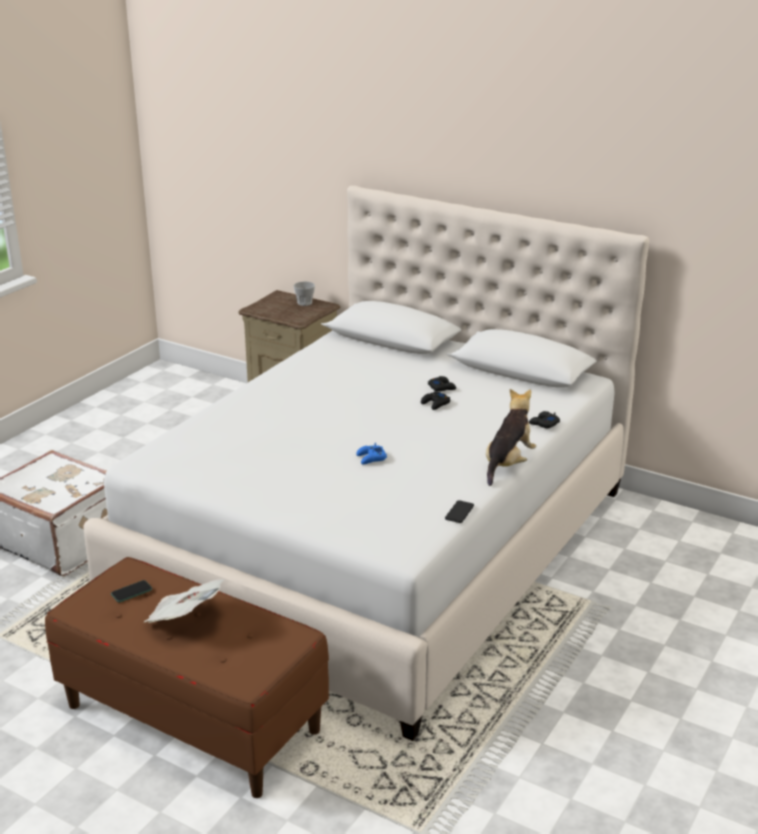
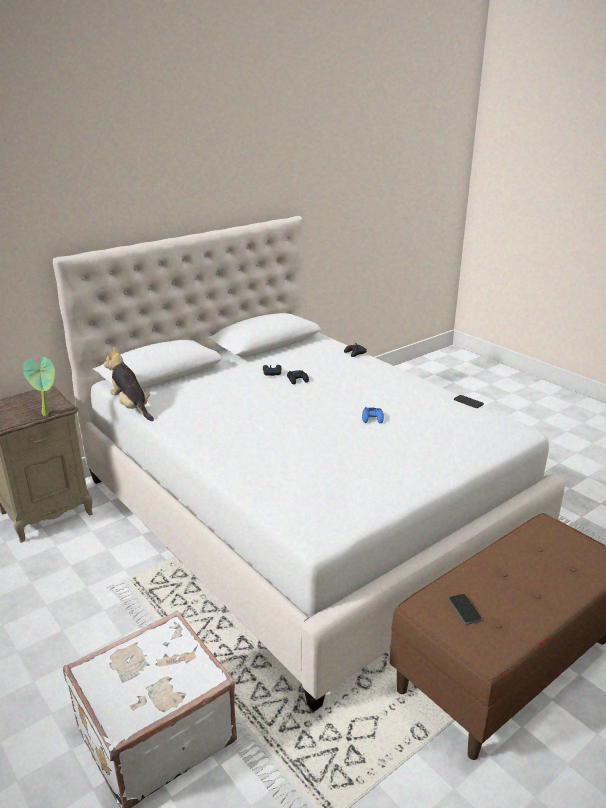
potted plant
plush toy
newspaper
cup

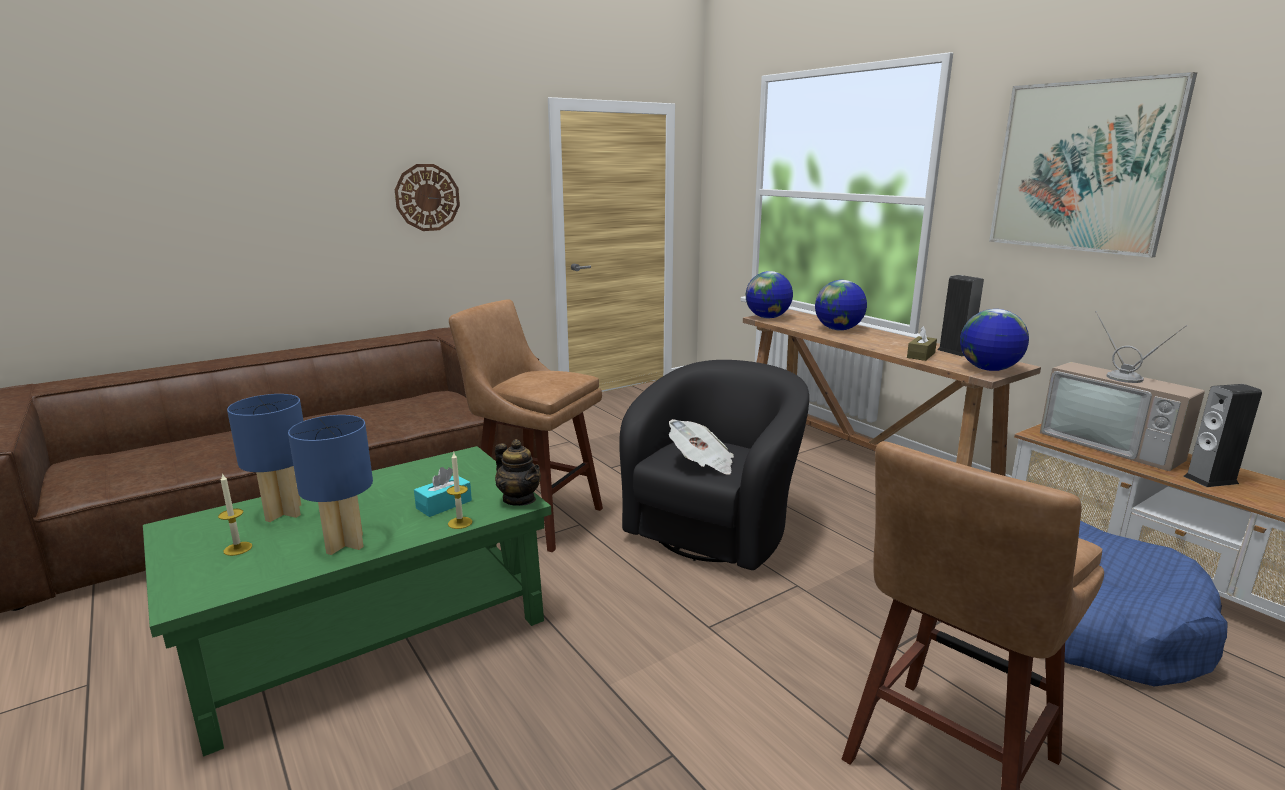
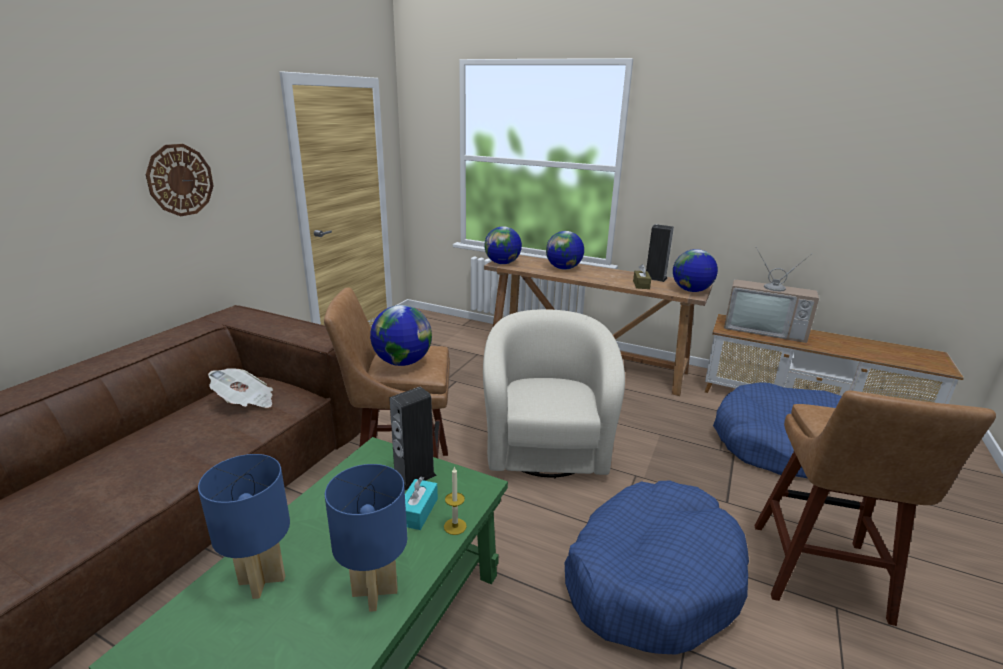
newspaper
globe (1st from left)
speaker (1st from left)
beige armchair
blue dog bed (1st from left)
candle (1st from left in the first image)
teapot
picture

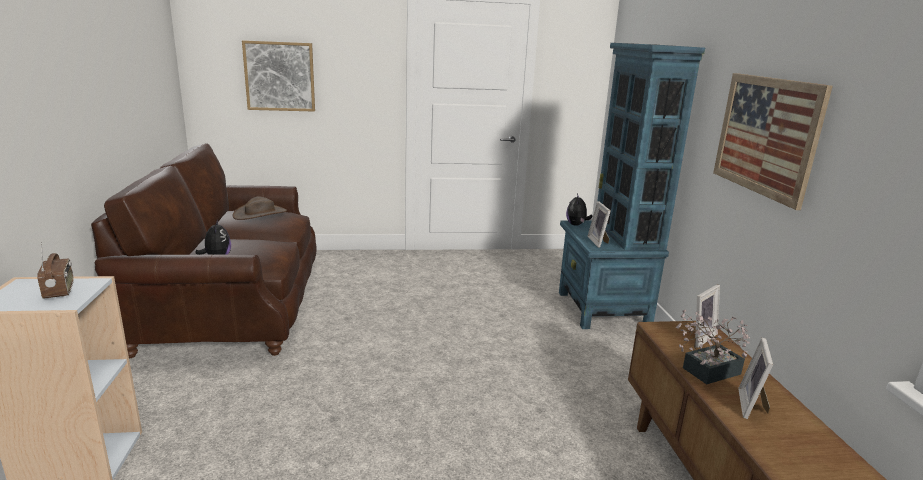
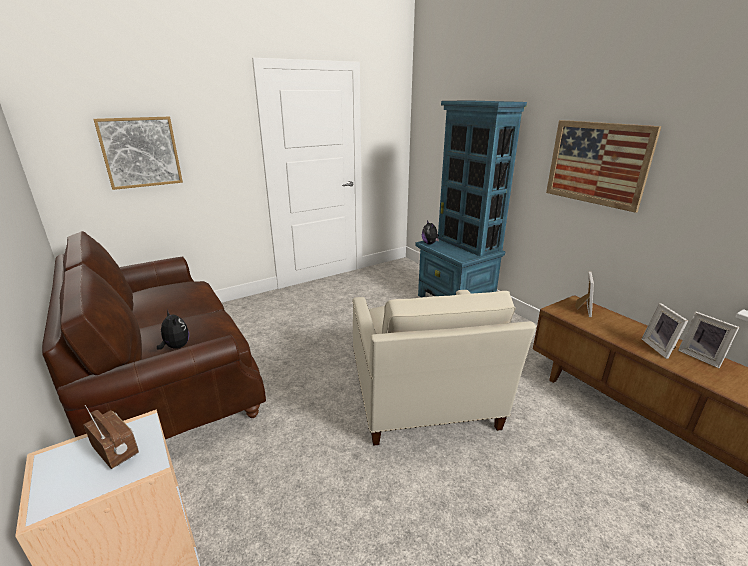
beige armchair
picture frame (3rd from left)
brown hat
potted plant

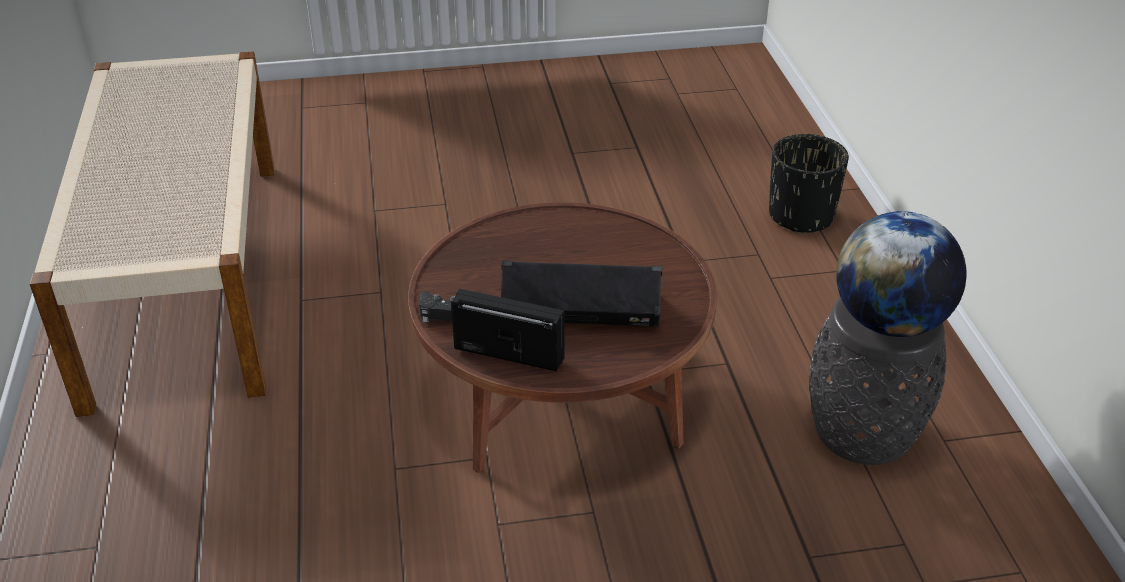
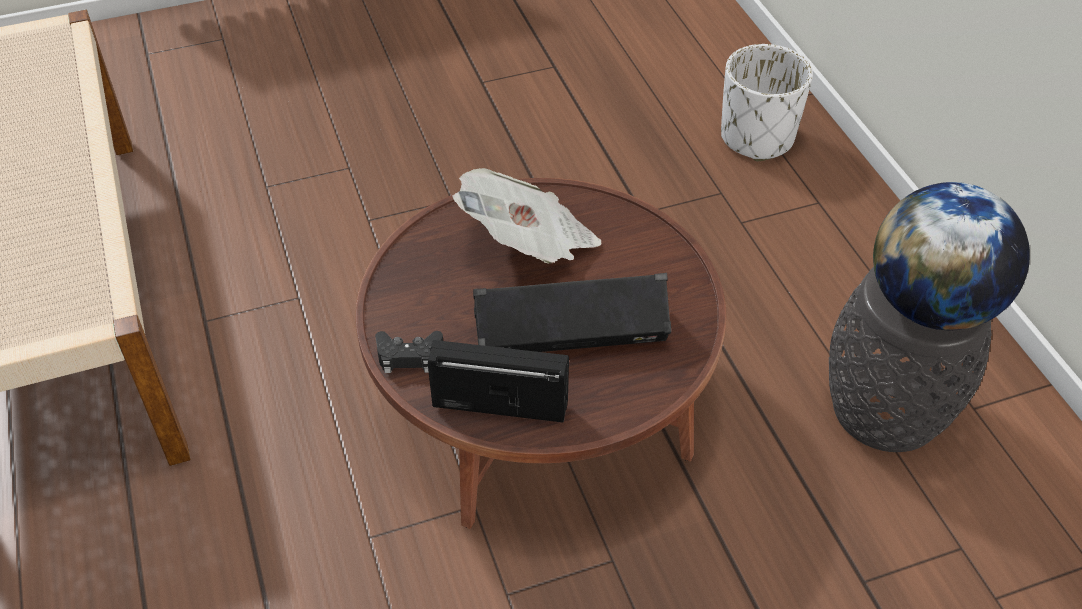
newspaper
white planter

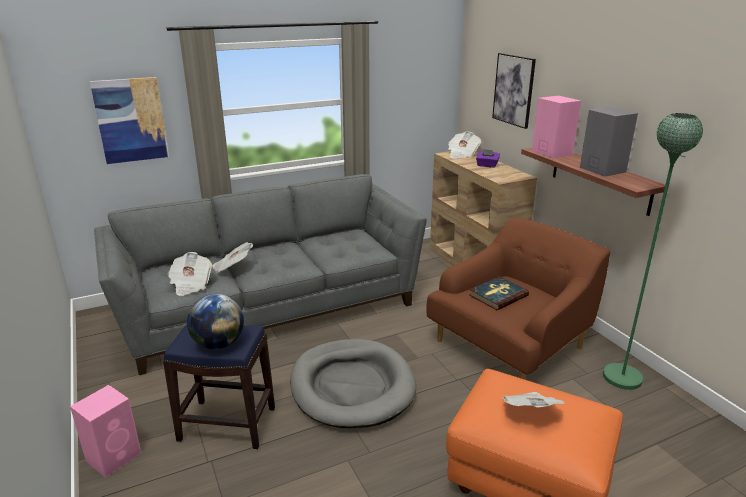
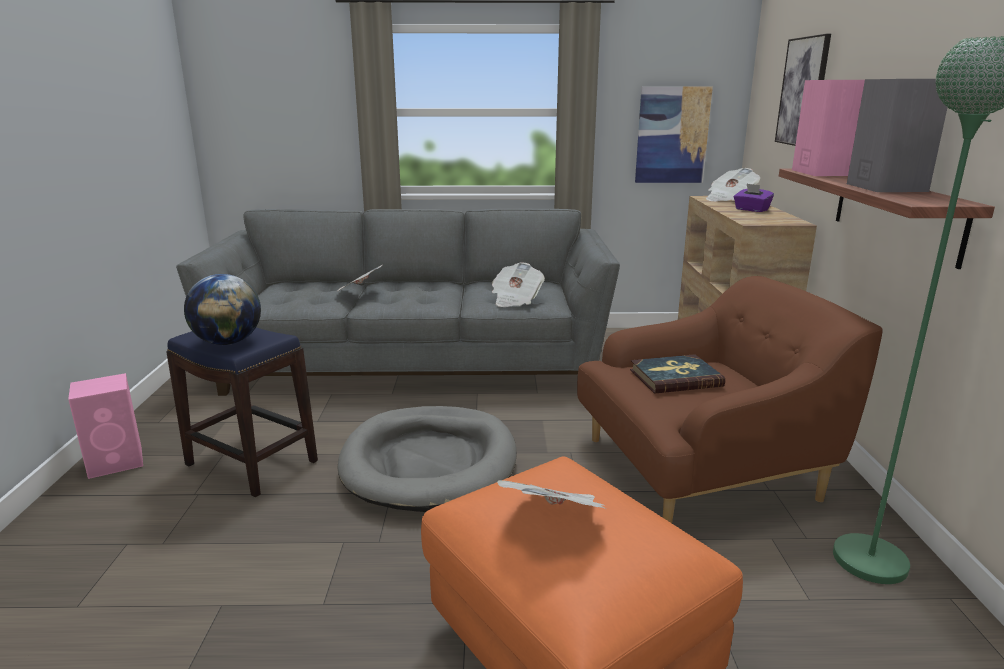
newspaper (2nd from left)
picture (1st from left)

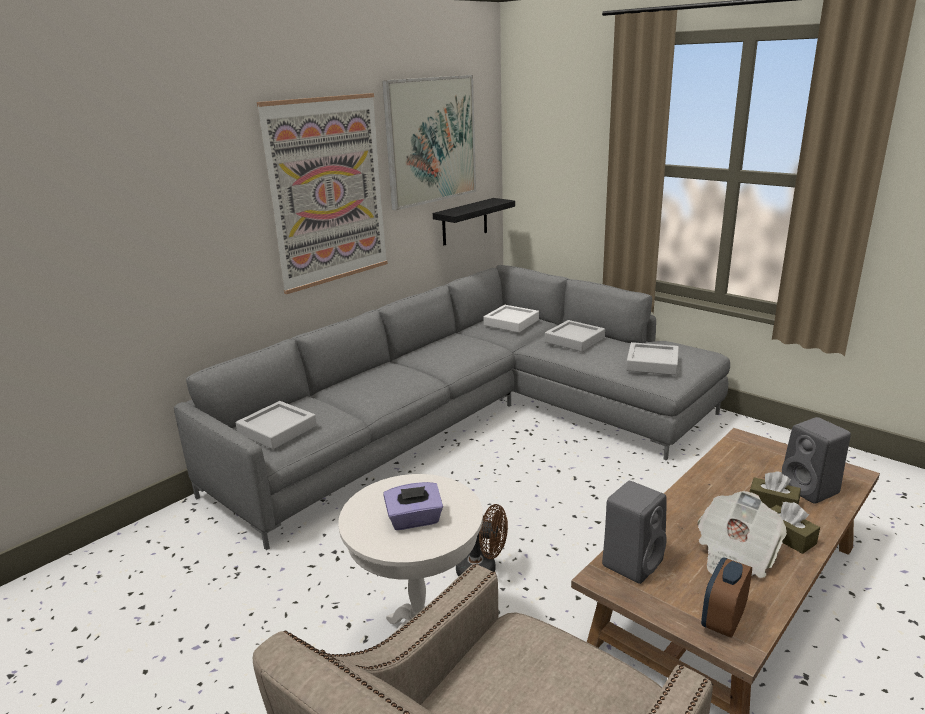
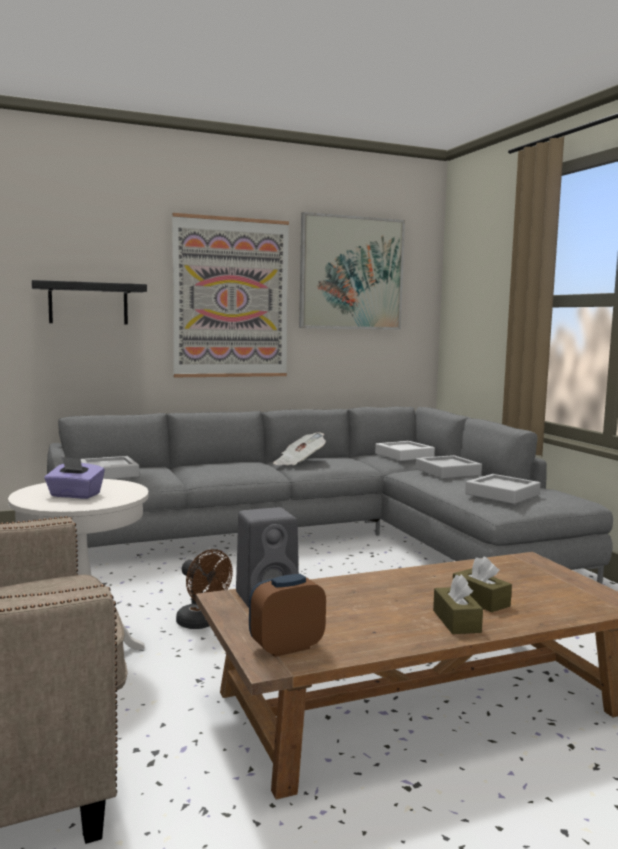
black shelf
newspaper
grey speaker (2nd from left in the first image)

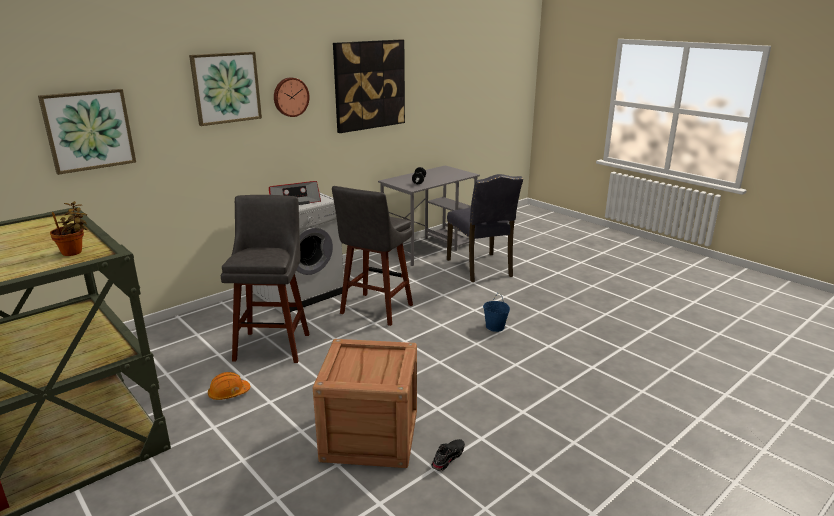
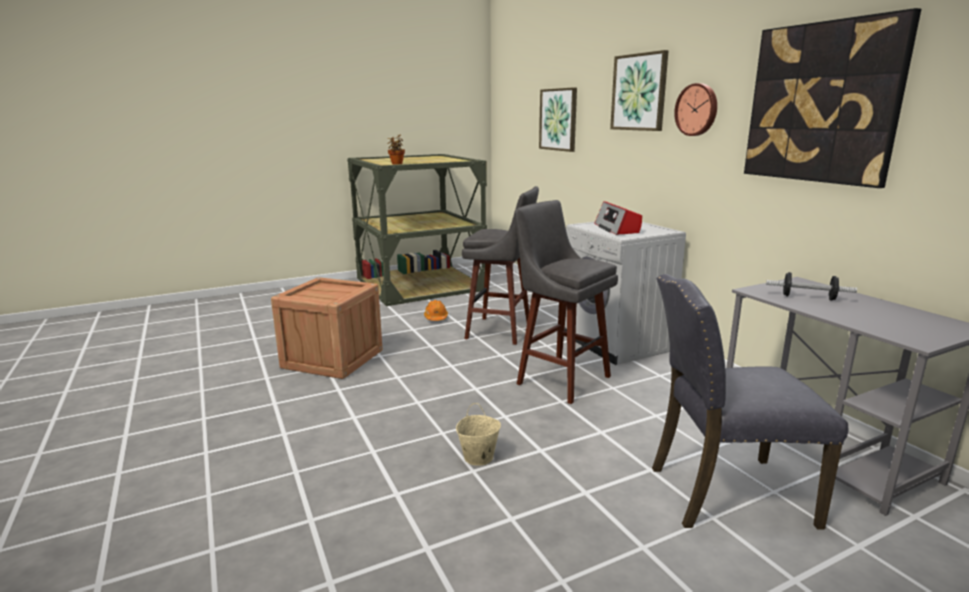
beige bucket
black shoe

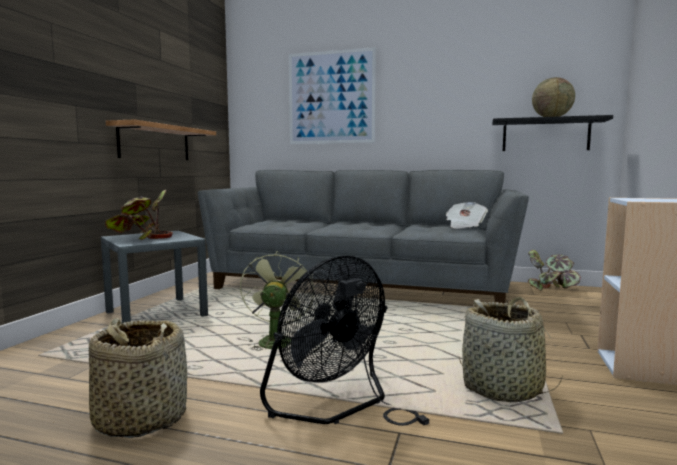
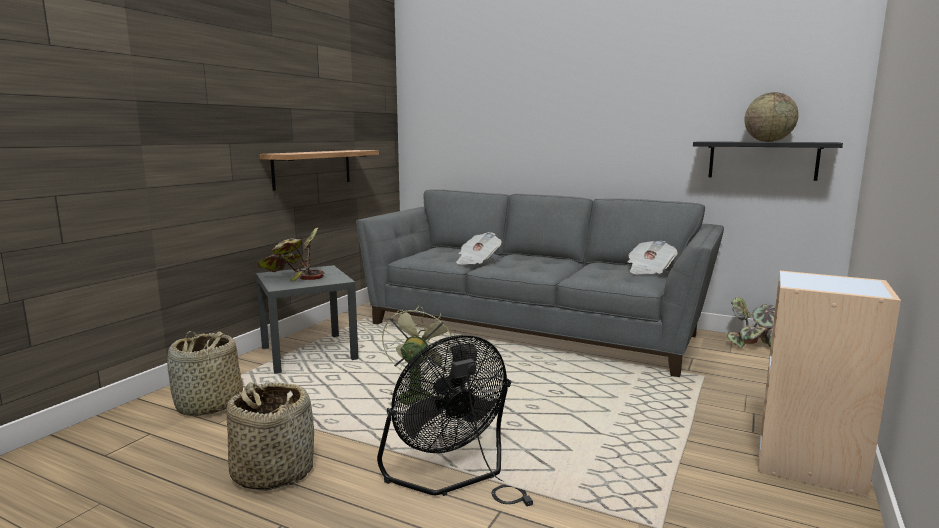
basket (1st from left)
newspaper (1st from left)
picture

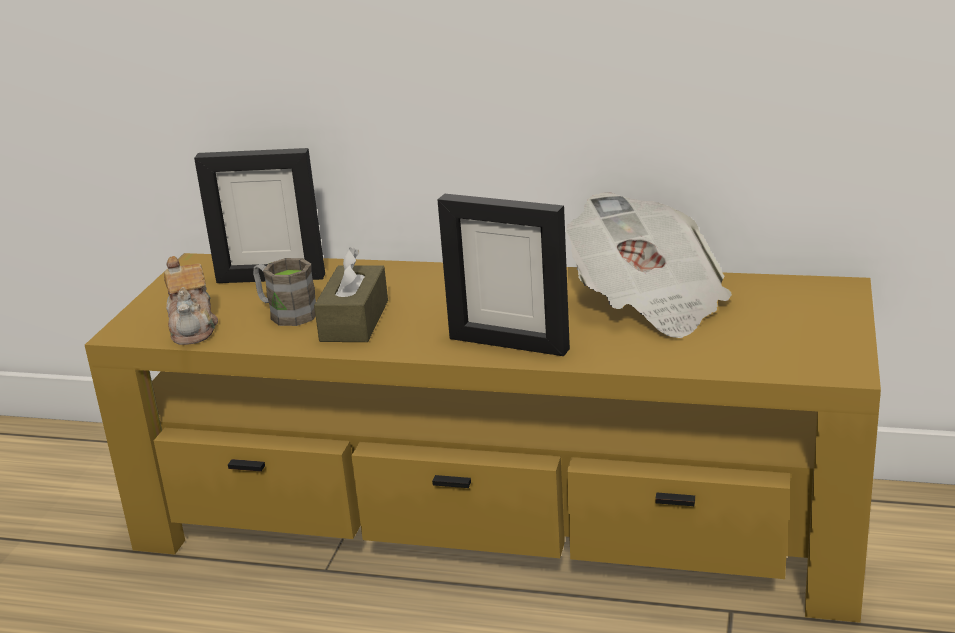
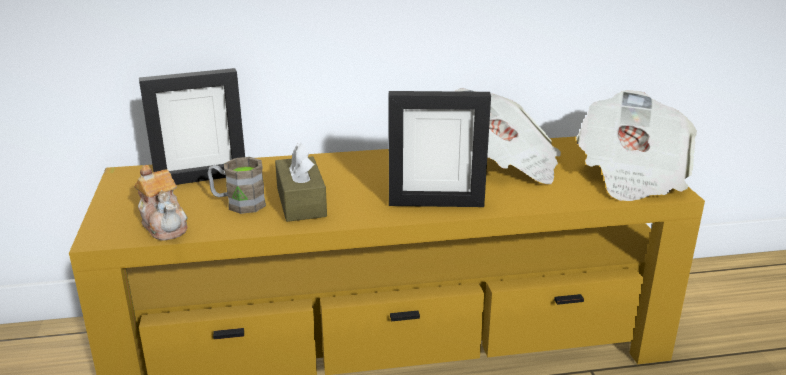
newspaper (2nd from left)

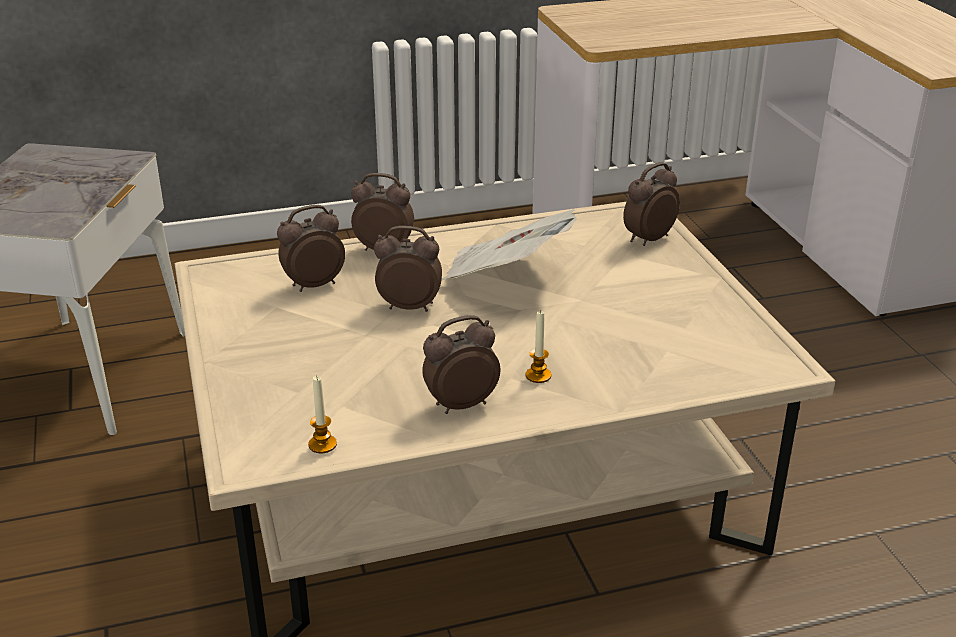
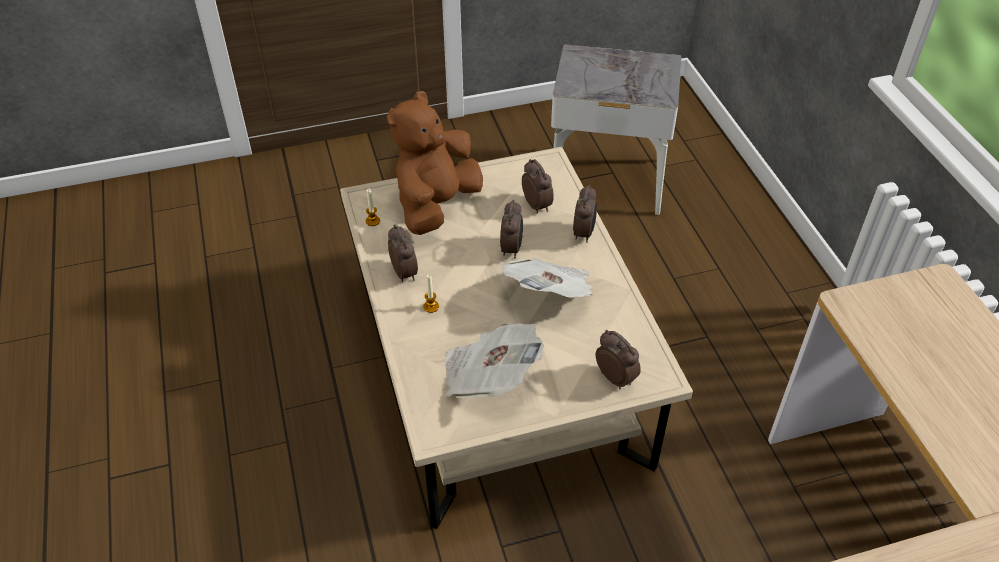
brown plush toy
newspaper (1st from left)

